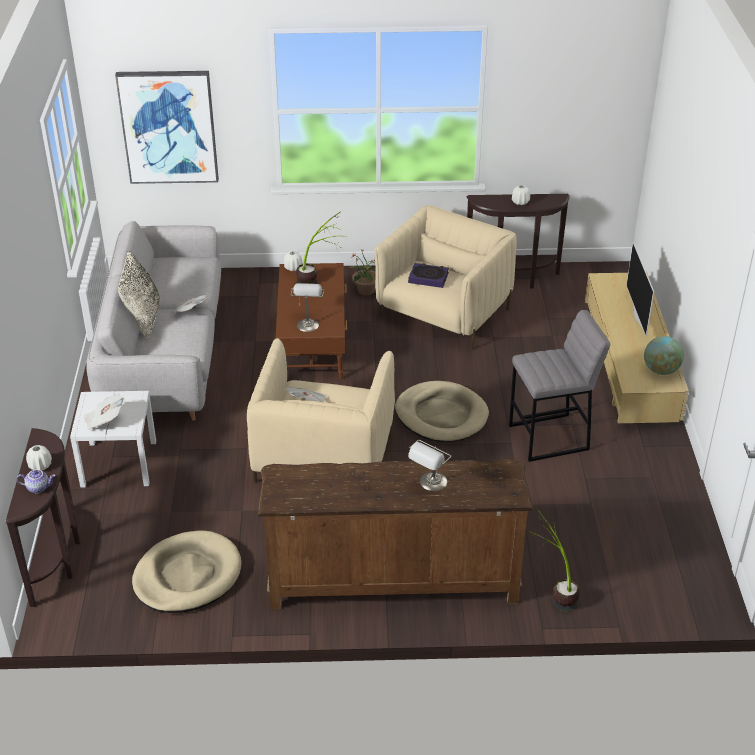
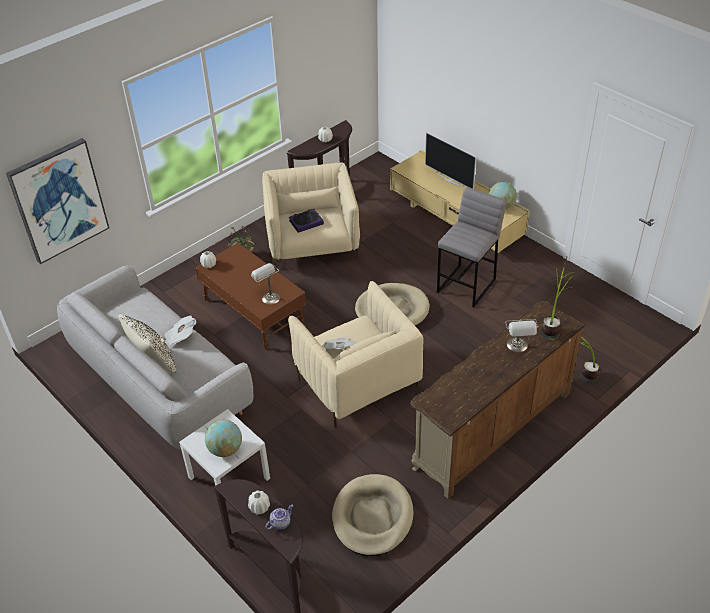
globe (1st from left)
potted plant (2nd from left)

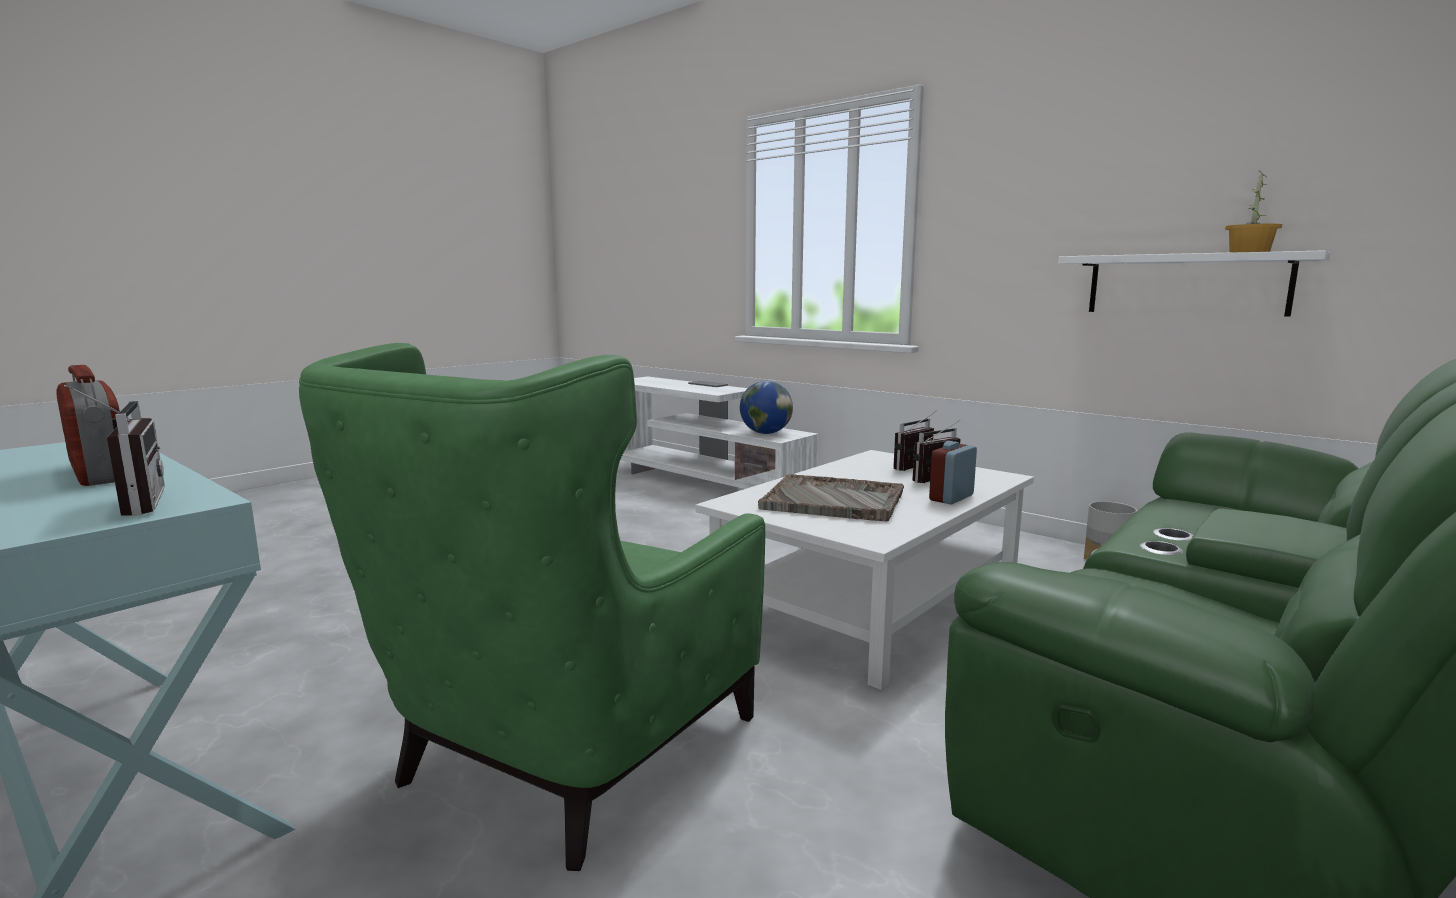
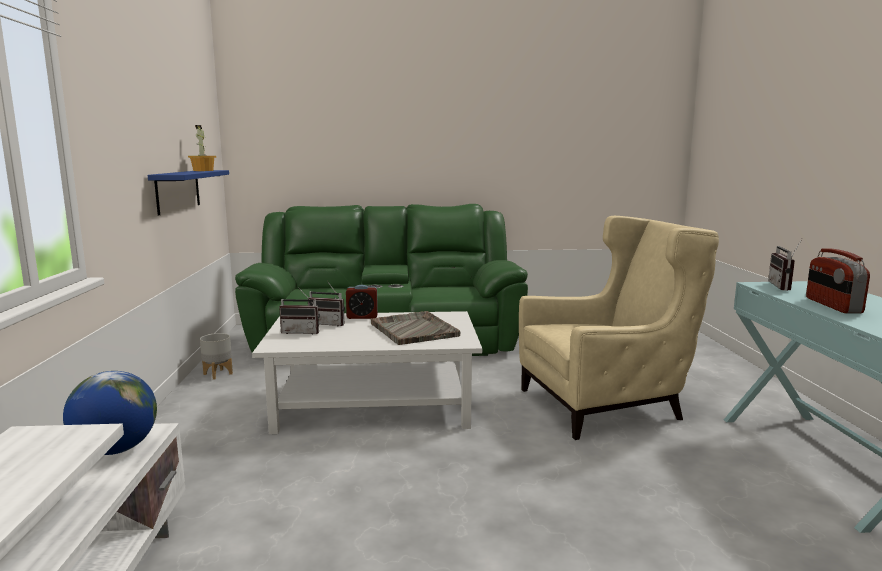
blue shelf
beige armchair

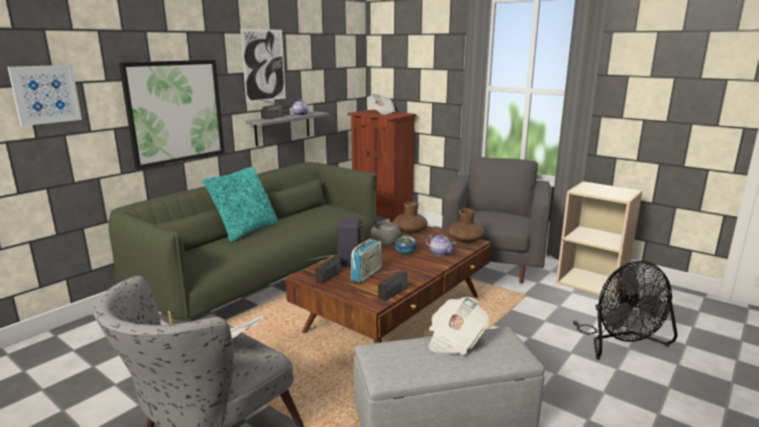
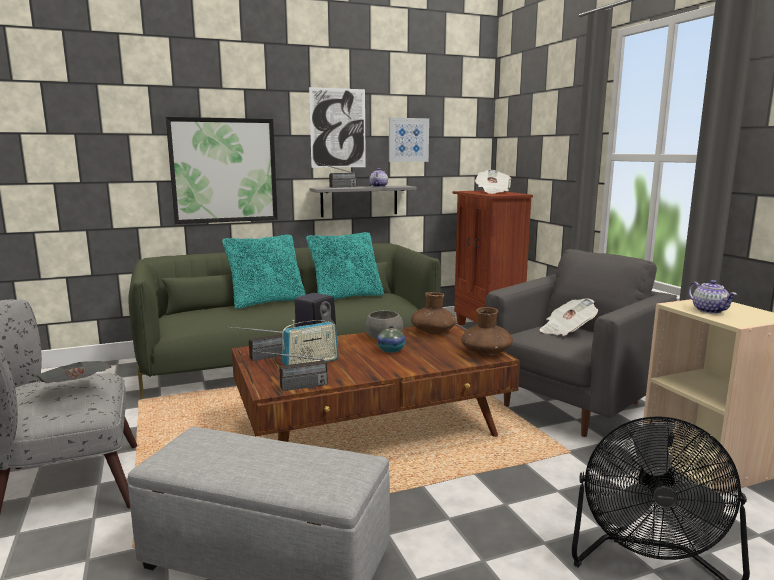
turquoise pillow (2nd from left)
picture (3rd from left)
newspaper (3rd from left)
teapot (2nd from left)

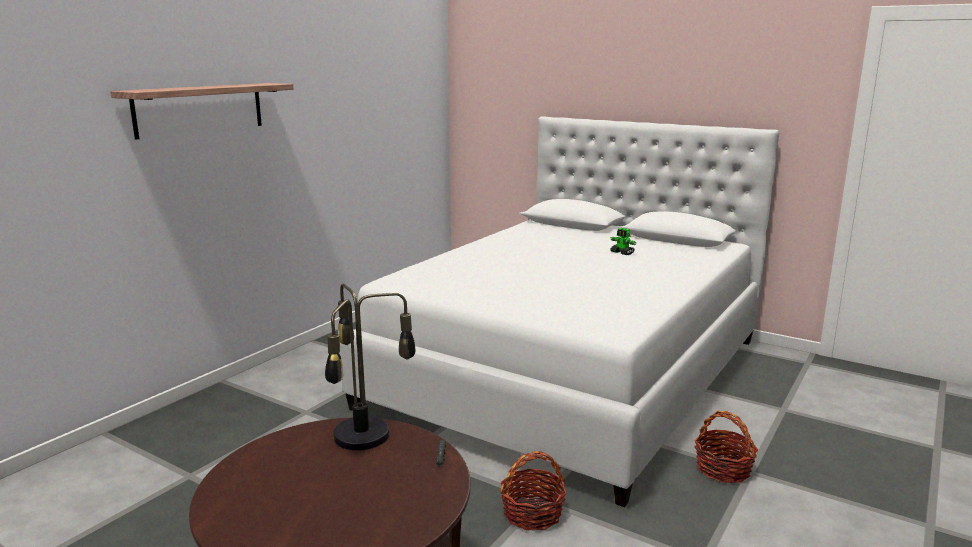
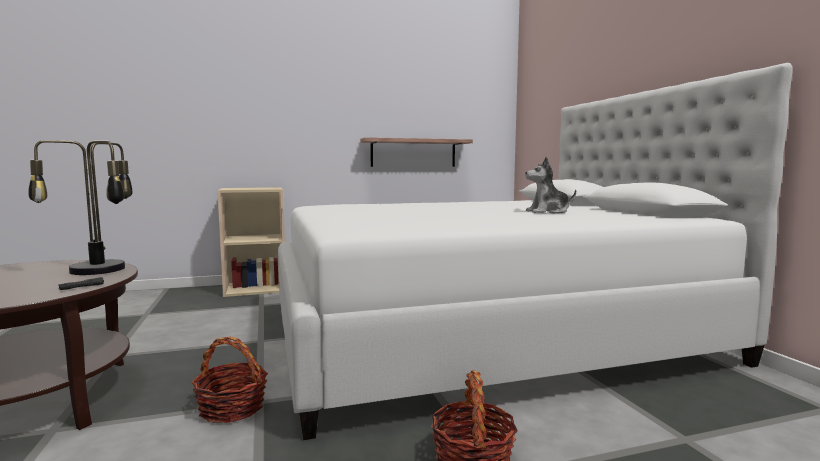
beige bookcase
shelf
plush toy

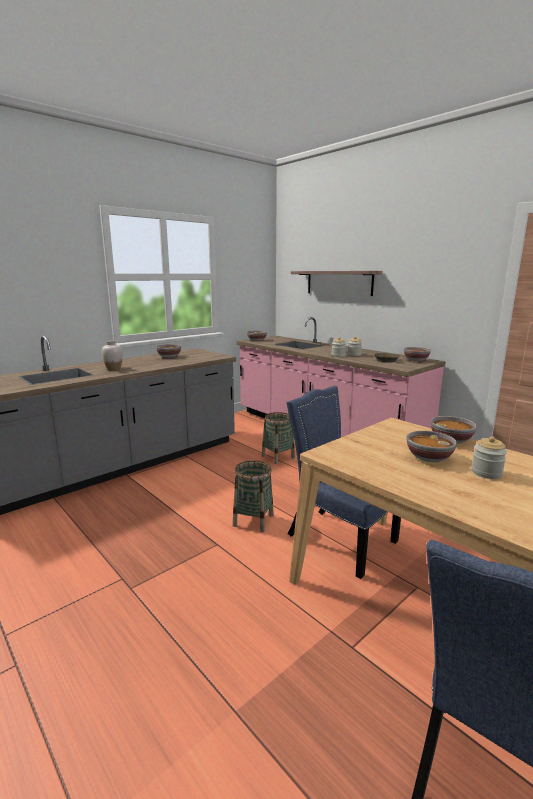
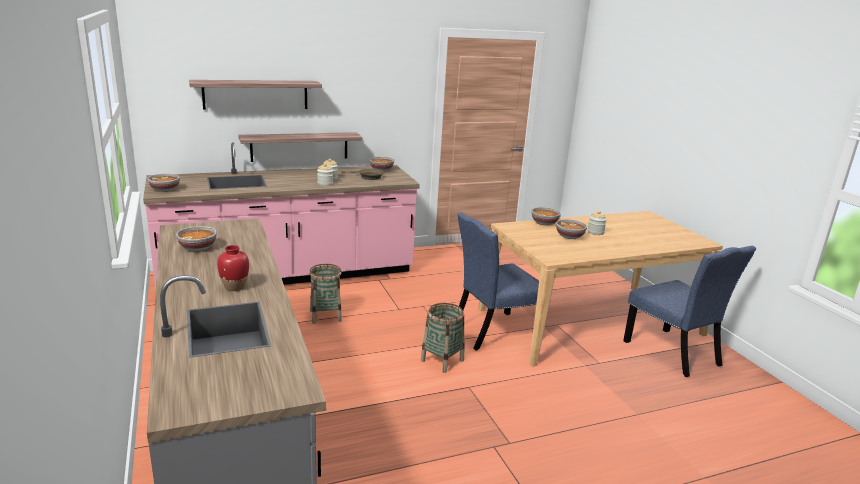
red vase
shelf (2nd from left)

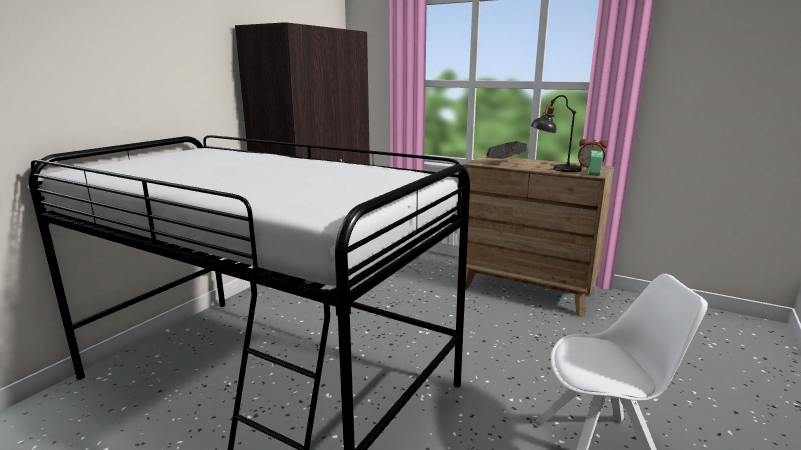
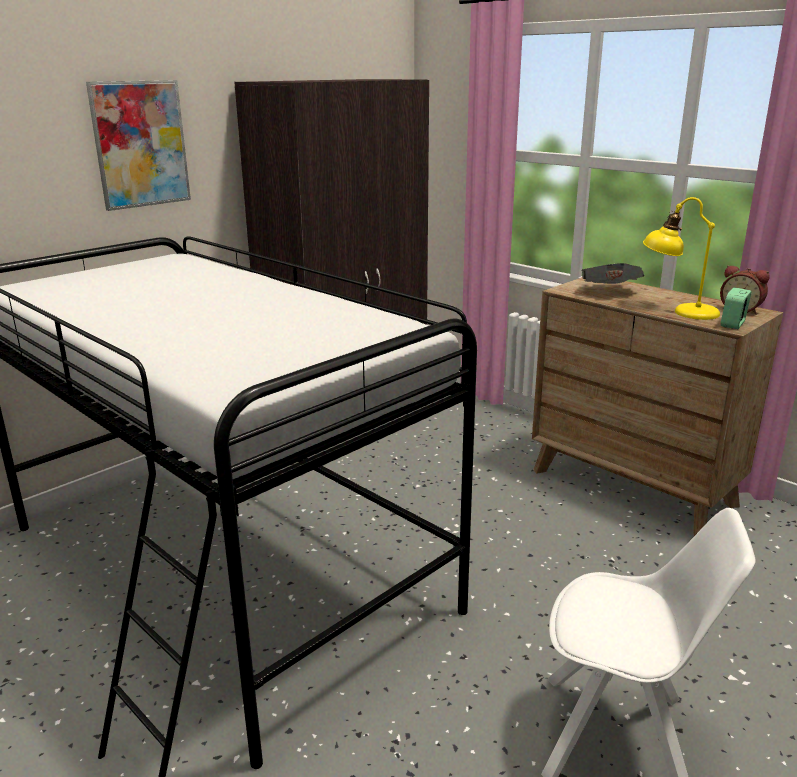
picture
yellow table lamp

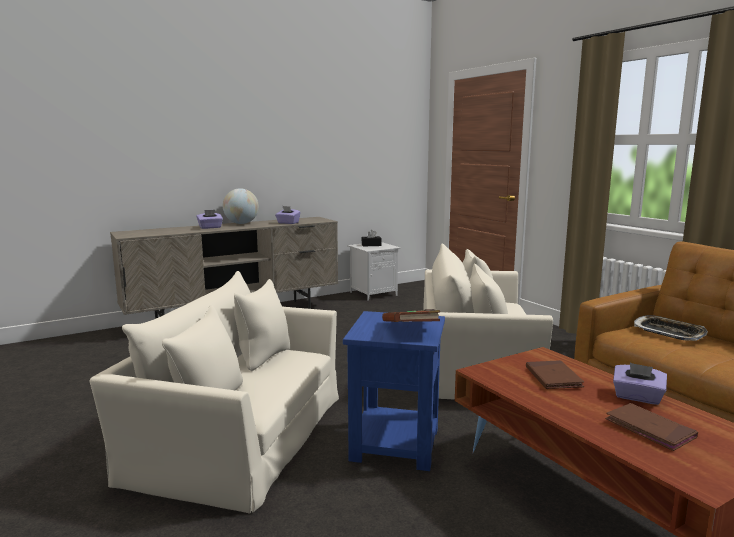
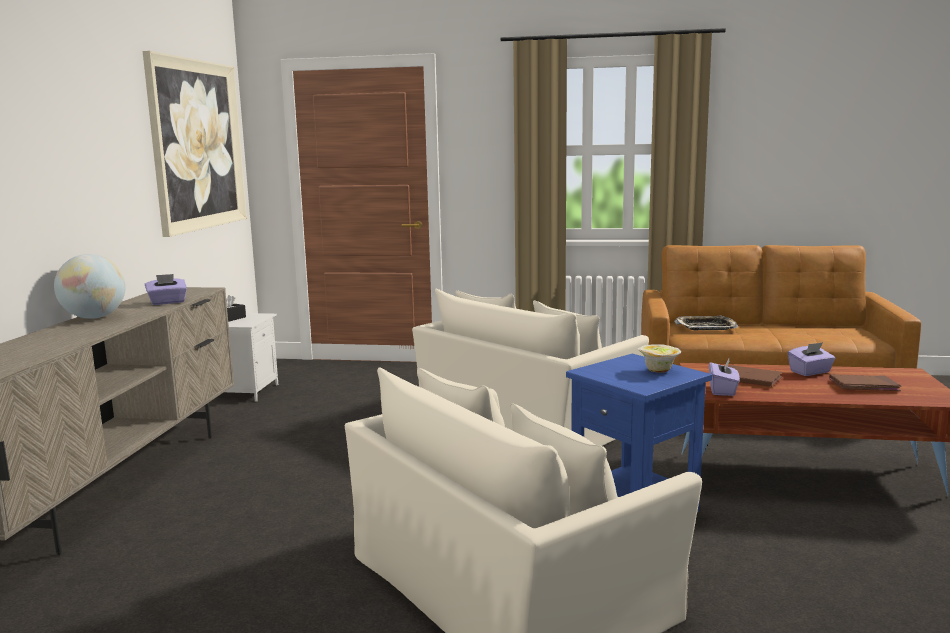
picture
bowl
purple tissue box (2nd from left)

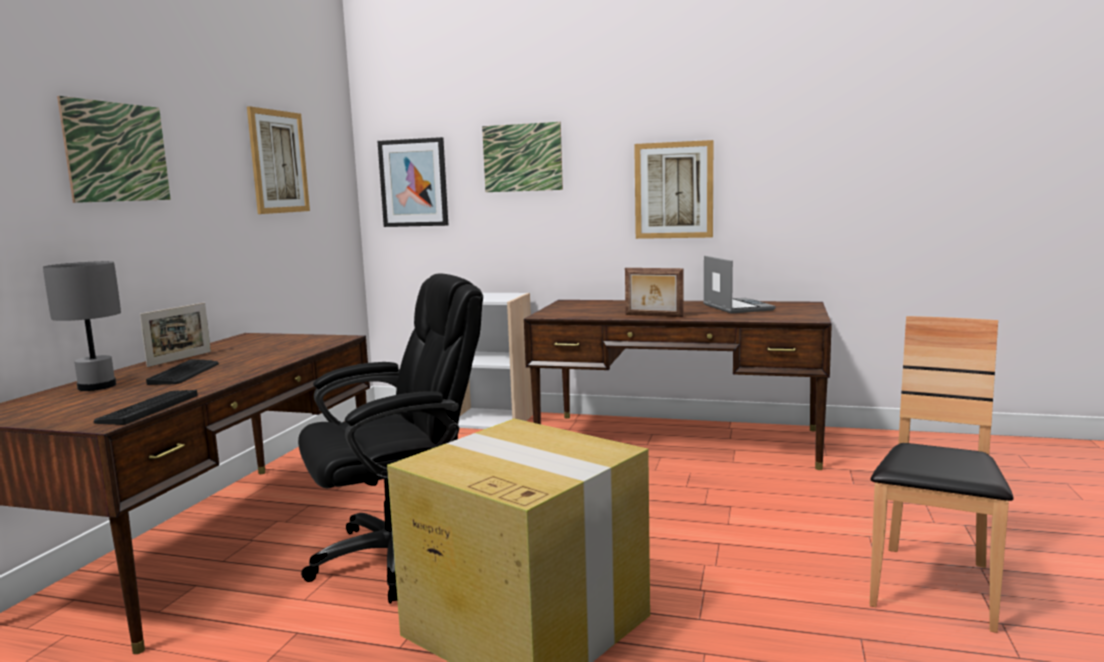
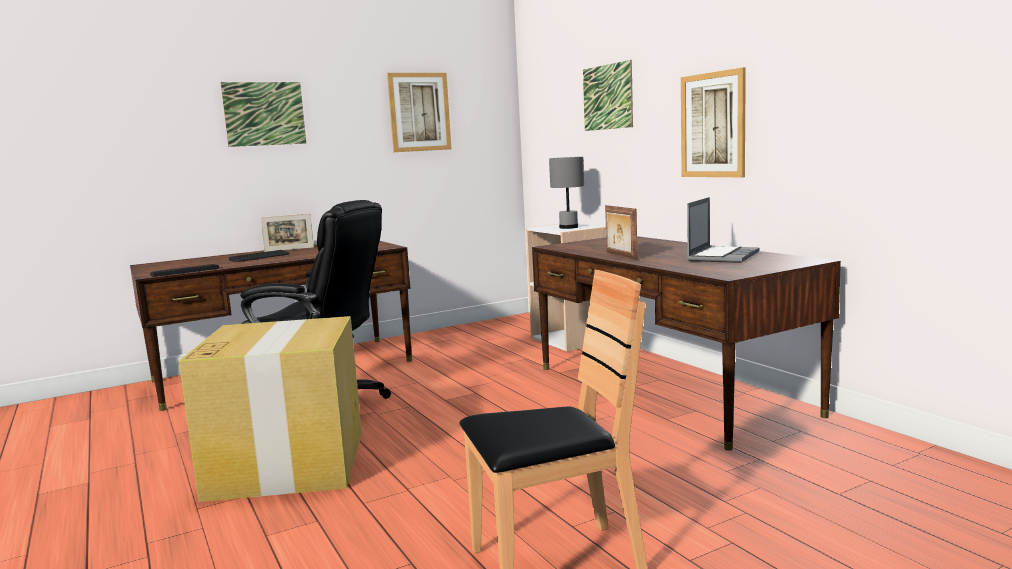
grey table lamp
picture (3rd from left in the first image)

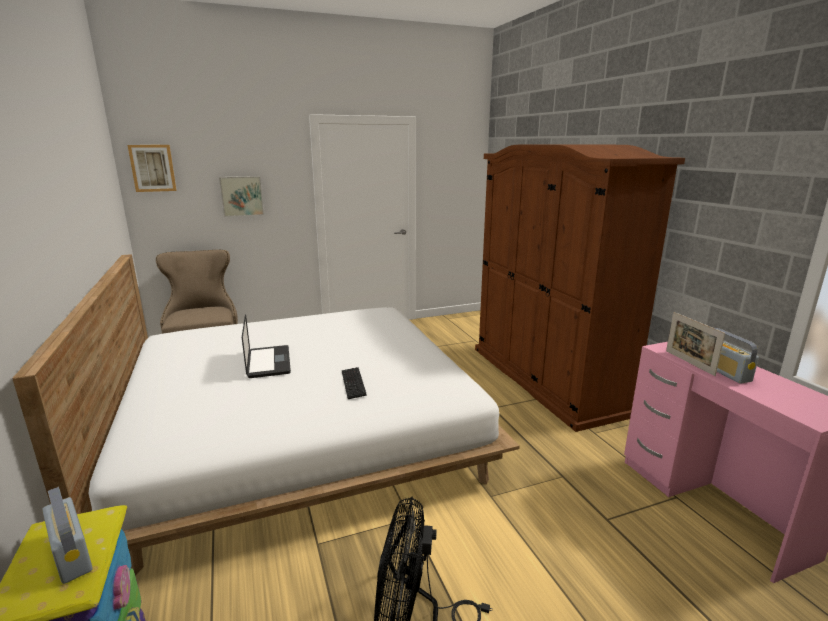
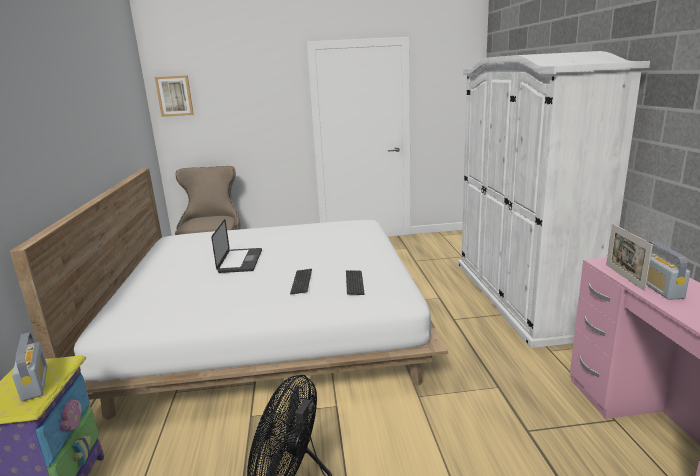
keyboard (2nd from left)
white wardrobe
picture (2nd from left in the first image)

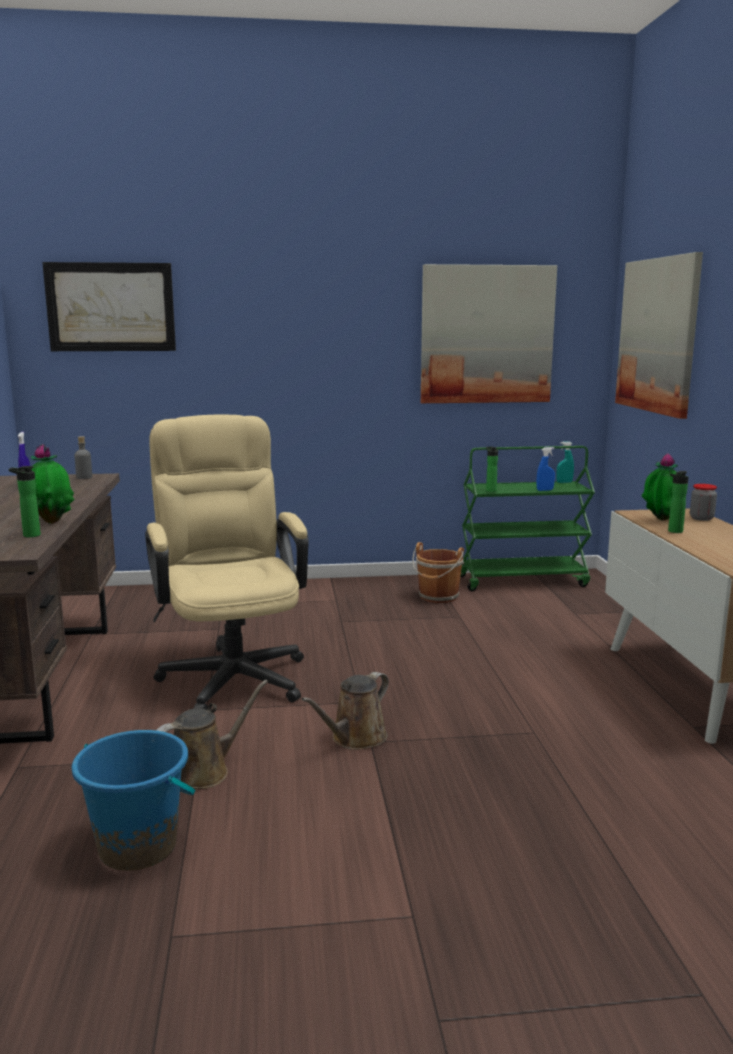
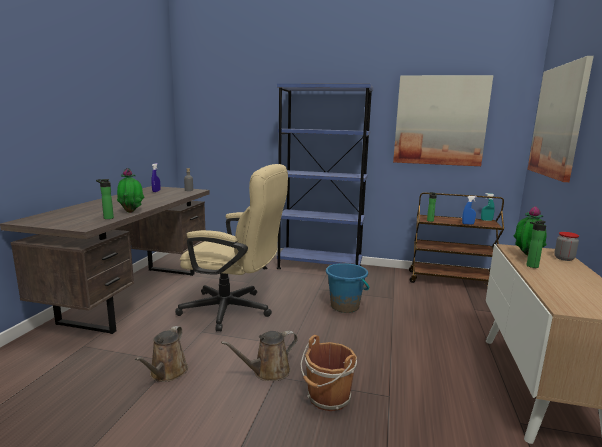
brown watering can (1st from left)
beige office chair
blue bookcase
brown bucket
blue bucket
brown cart
picture (1st from left in the first image)

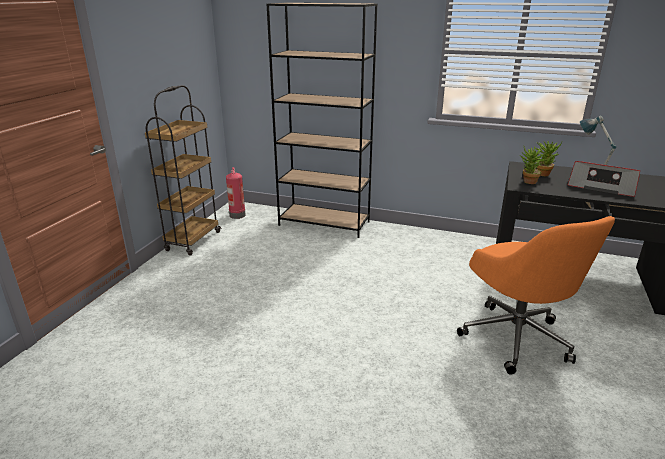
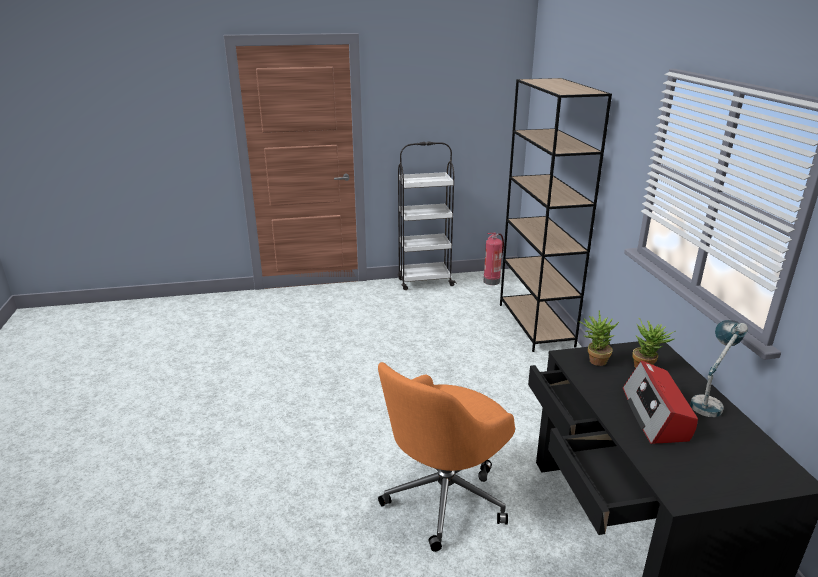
white cart

